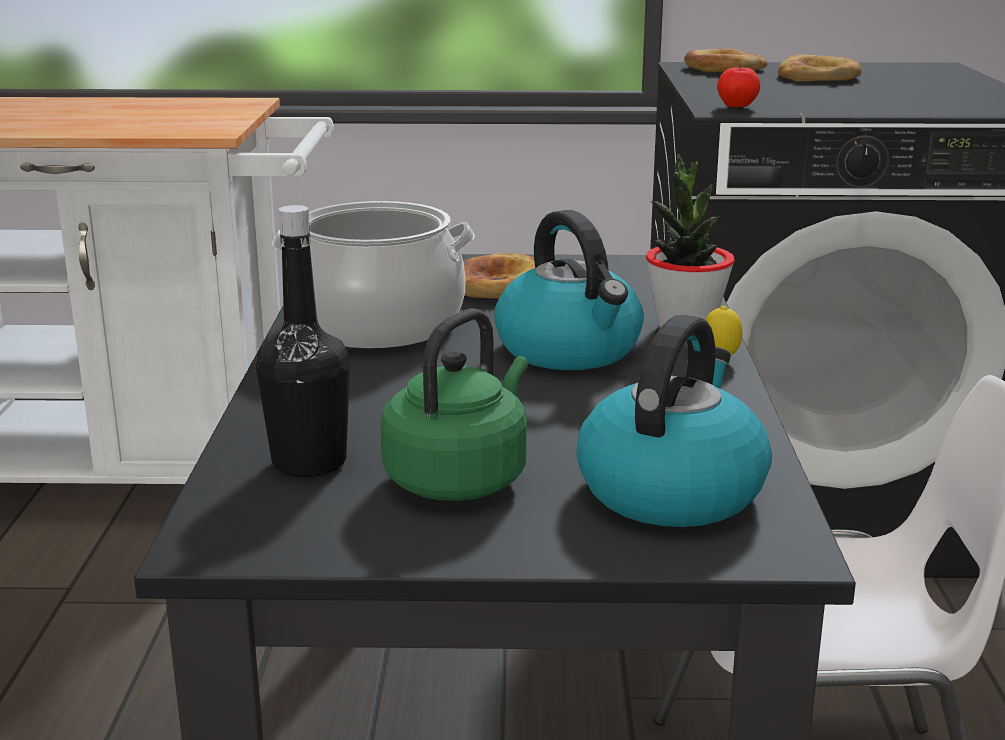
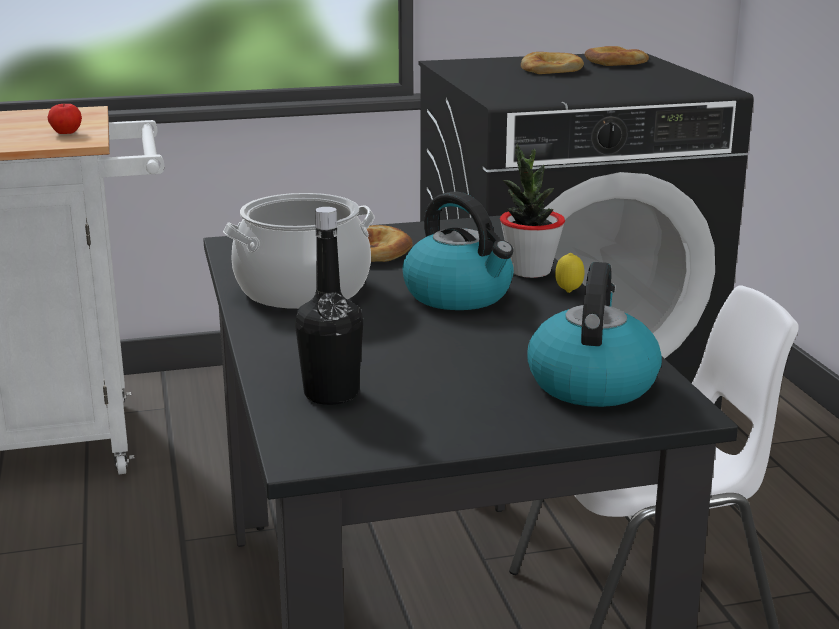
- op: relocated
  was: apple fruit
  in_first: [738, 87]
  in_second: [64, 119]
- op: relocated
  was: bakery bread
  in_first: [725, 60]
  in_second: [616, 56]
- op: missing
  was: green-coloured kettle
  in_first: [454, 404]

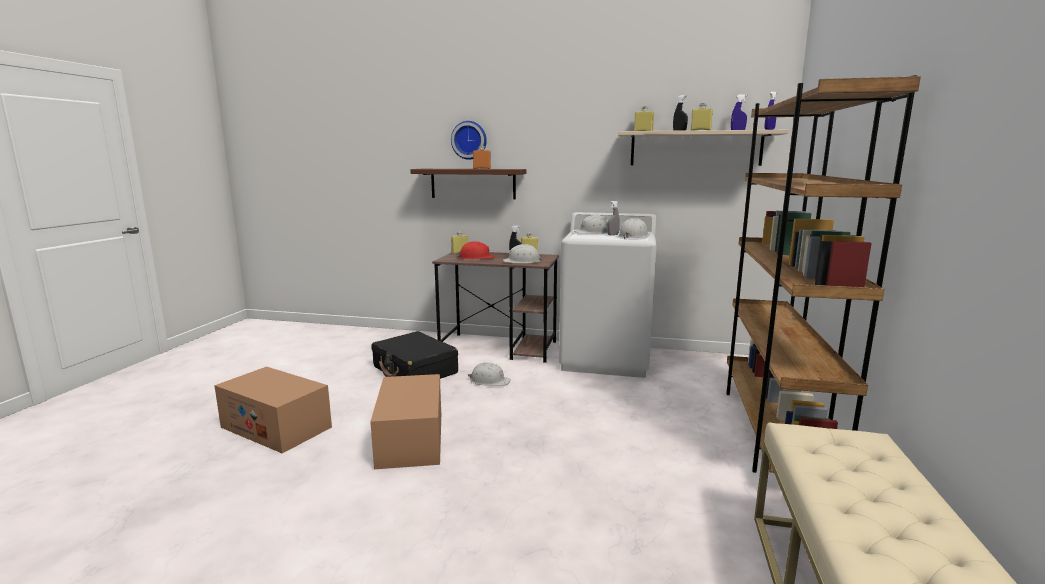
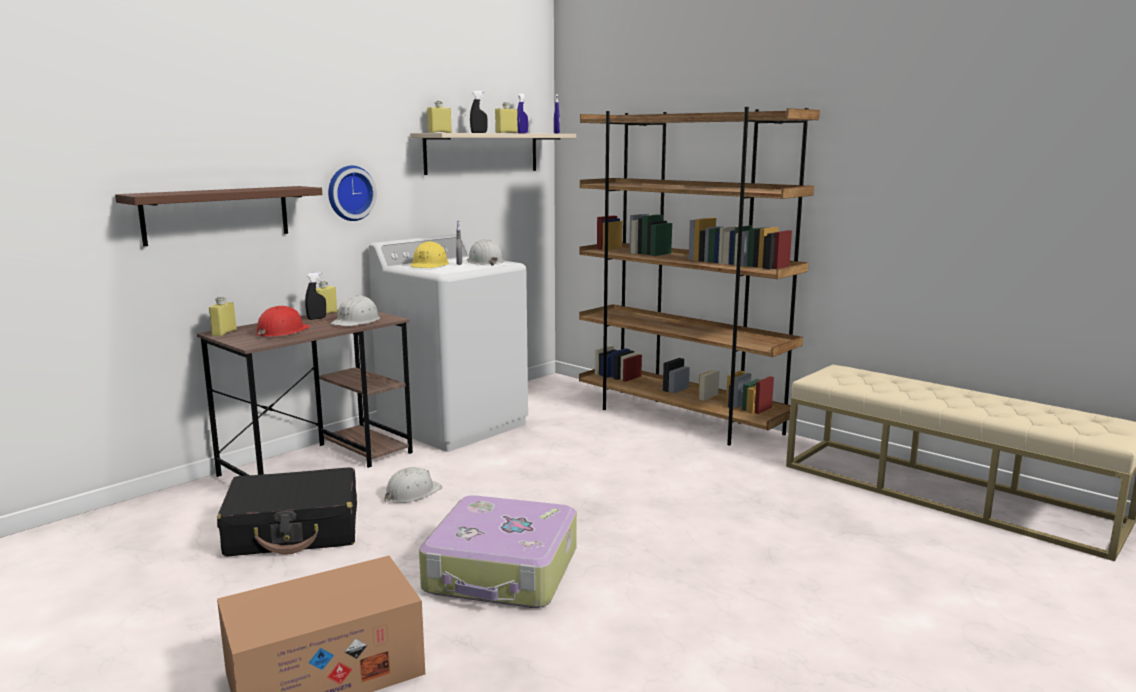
- op: relocated
  was: wall clock
  in_first: [469, 140]
  in_second: [352, 193]
- op: colour
  was: white work helmet
  now: yellowish work helmet
  in_first: [591, 224]
  in_second: [430, 254]
- op: exchanged
  was: cardboard box
  now: travel case
  in_first: [405, 421]
  in_second: [498, 551]
- op: missing
  was: orange-coloured drink bottle
  in_first: [482, 157]

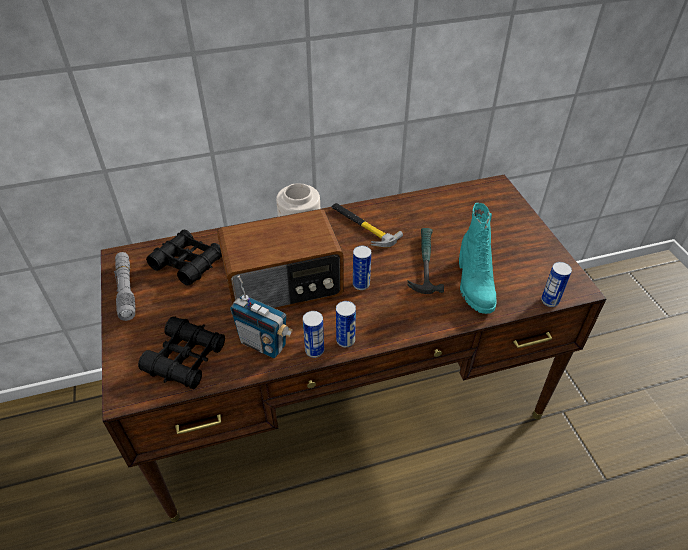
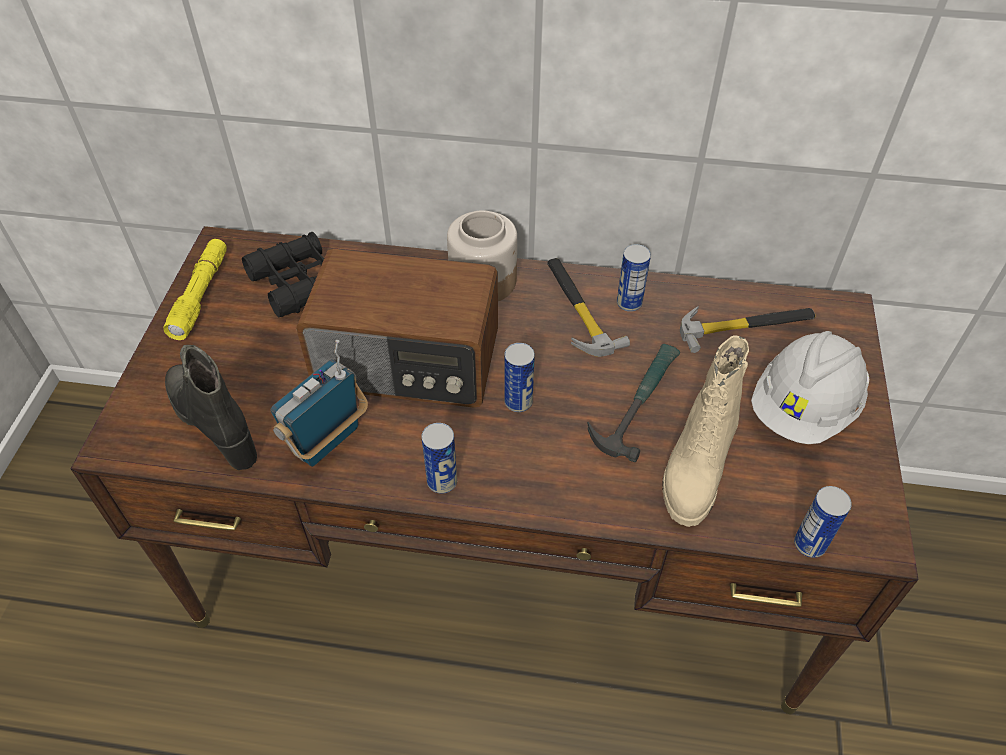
- op: colour
  was: grey hand torch
  now: yellowish hand torch
  in_first: [125, 286]
  in_second: [195, 289]
- op: exchanged
  was: black-coloured field glasses
  now: black-coloured high-top boot
  in_first: [181, 353]
  in_second: [211, 407]
- op: spun
  was: radio set
  in_first: [261, 316]
  in_second: [319, 403]
  clockwise: 75
- op: relocated
  was: sealed can
  in_first: [313, 334]
  in_second: [634, 278]
- op: colour
  was: blue-green high-top boot
  now: beige-coloured high-top boot
  in_first: [477, 258]
  in_second: [705, 431]
- op: appeared
  now: hand hammer
  in_second: [747, 329]
- op: appeared
  now: white work helmet
  in_second: [810, 387]

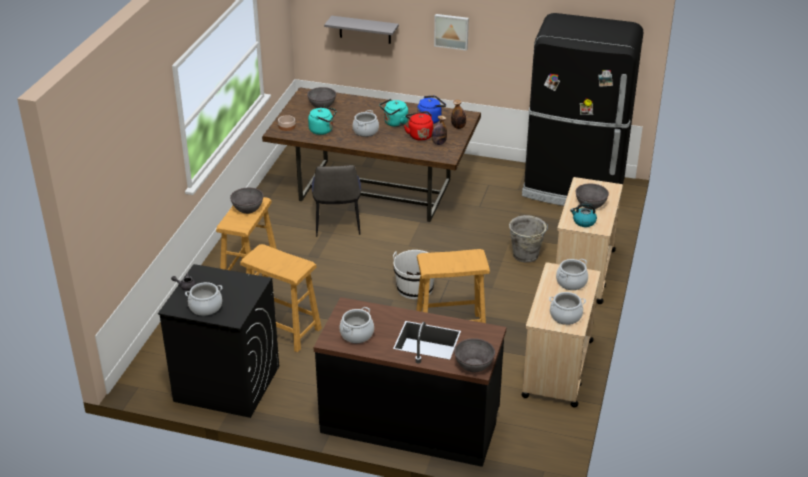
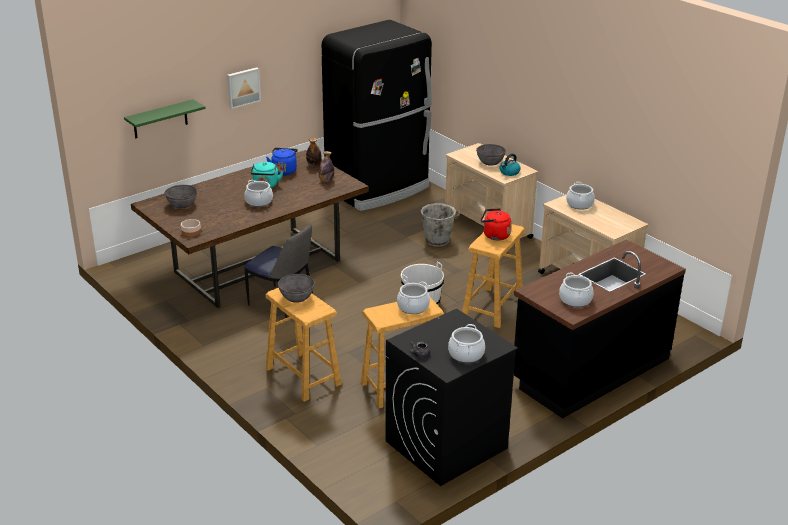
- op: colour
  was: grey bracket shelf
  now: green-coloured bracket shelf
  in_first: [361, 30]
  in_second: [165, 118]
- op: relocated
  was: cooking pot
  in_first: [567, 308]
  in_second: [413, 298]
- op: relocated
  was: red kettle
  in_first: [418, 126]
  in_second: [496, 224]
- op: missing
  was: blue-green kettle
  in_first: [322, 120]
- op: missing
  was: grey serving bowl
  in_first: [474, 355]

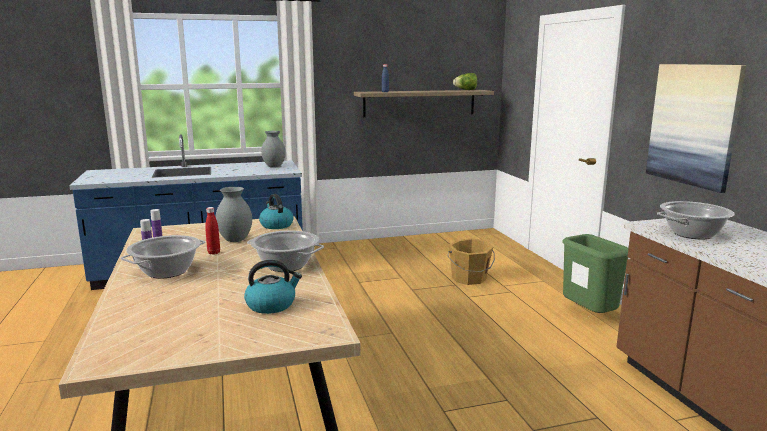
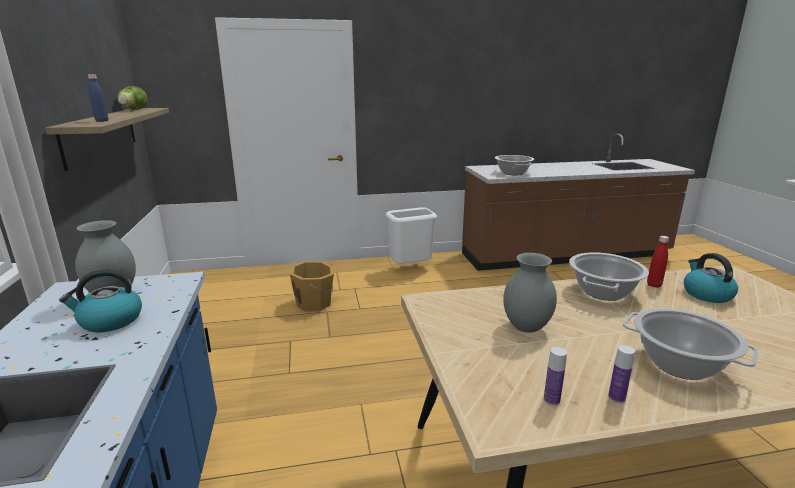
- op: relocated
  was: kettle
  in_first: [276, 211]
  in_second: [100, 300]
- op: colour
  was: green-coloured rubbish bin
  now: white rubbish bin
  in_first: [595, 273]
  in_second: [411, 235]
- op: relocated
  was: red drink bottle
  in_first: [212, 230]
  in_second: [658, 262]
- op: missing
  was: picture
  in_first: [696, 128]

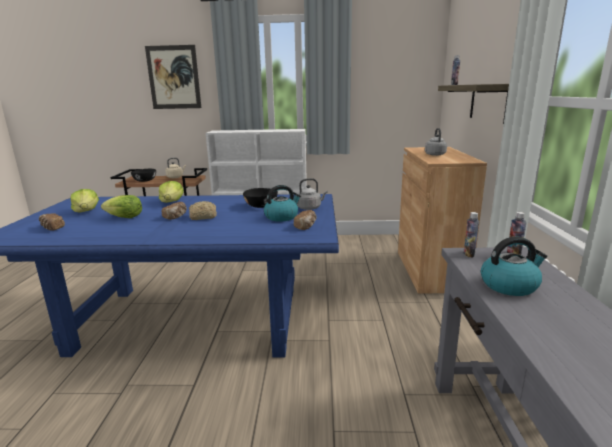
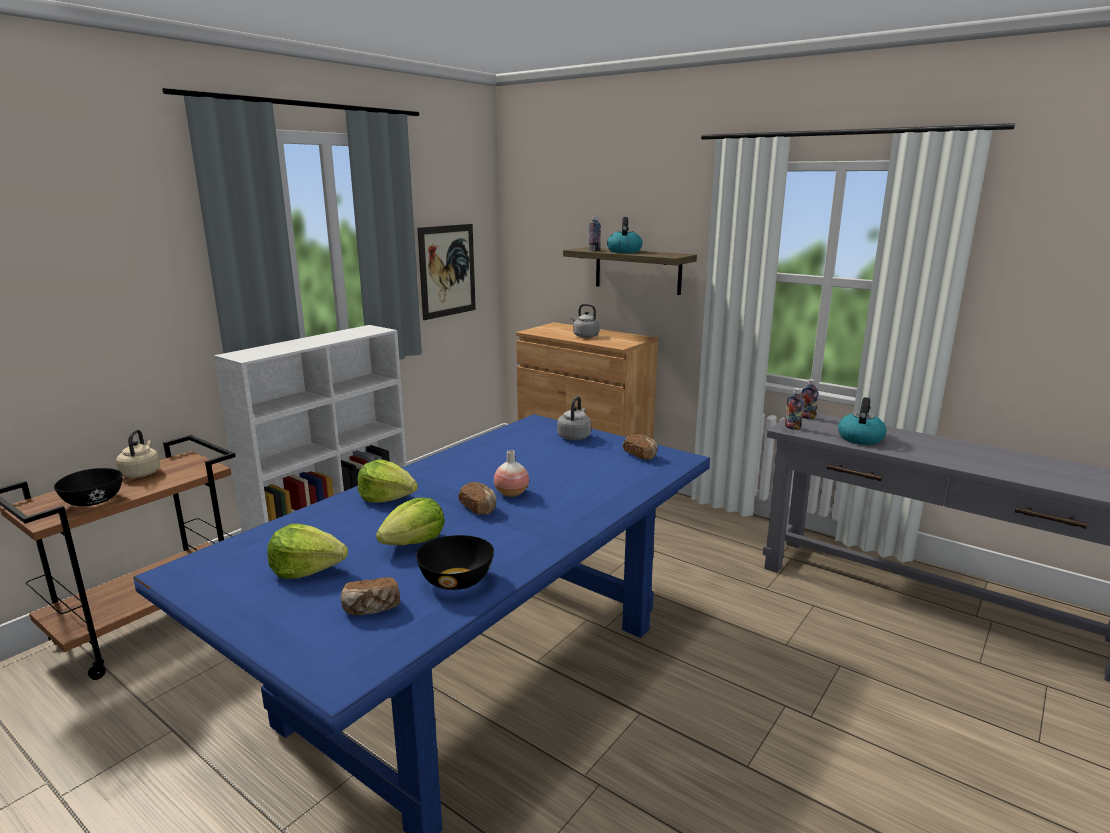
- op: relocated
  was: black-coloured serving bowl
  in_first: [260, 198]
  in_second: [455, 562]
- op: relocated
  was: picture
  in_first: [173, 77]
  in_second: [446, 272]
- op: exchanged
  was: bakery bread
  now: decorative vase
  in_first: [203, 210]
  in_second: [511, 473]
- op: relocated
  was: kettle
  in_first: [282, 203]
  in_second: [624, 235]

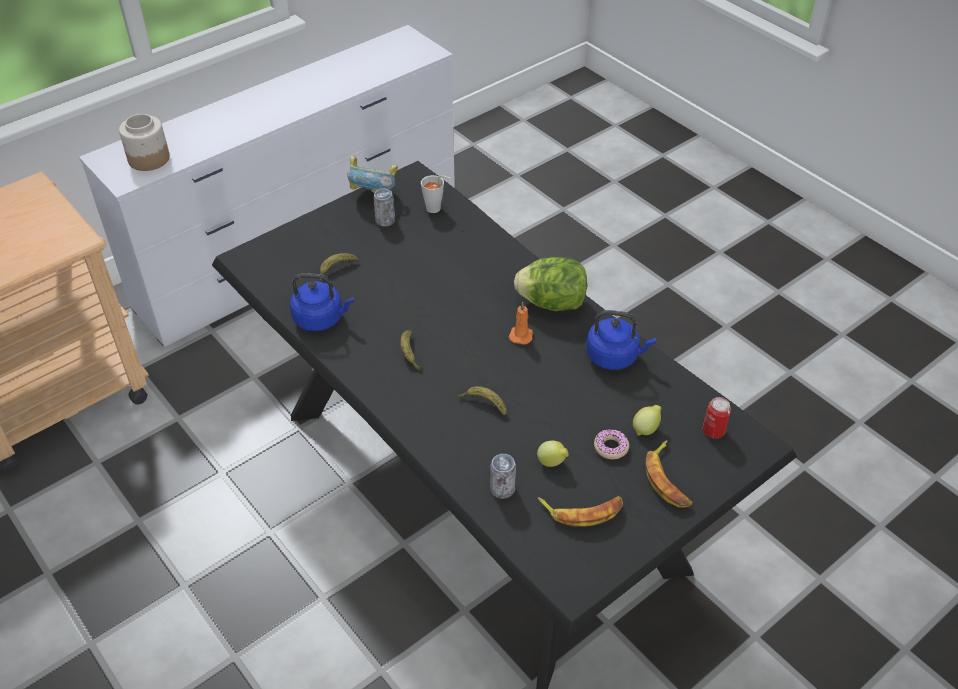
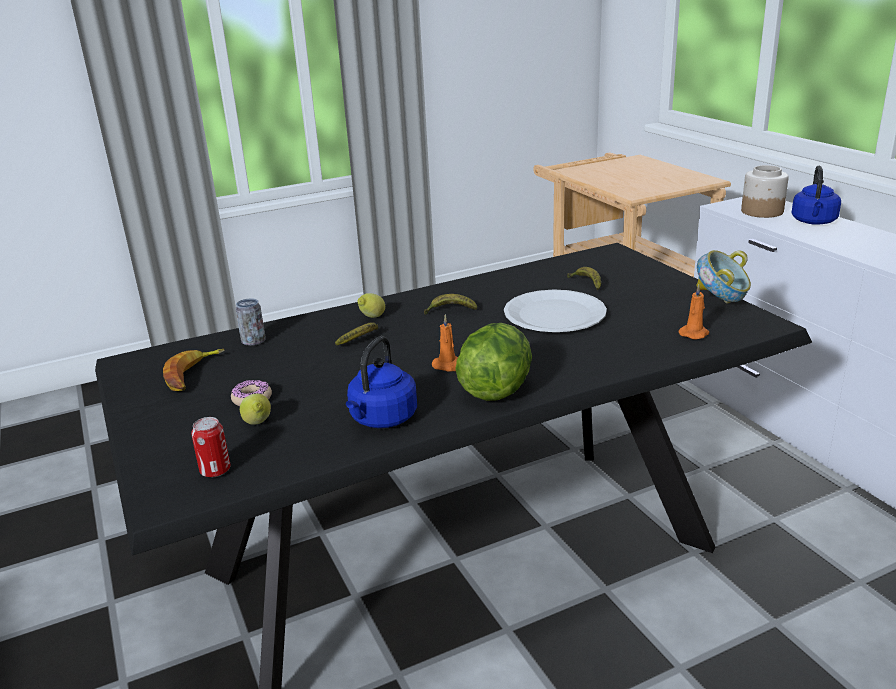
- op: relocated
  was: citrus fruit
  in_first: [553, 454]
  in_second: [371, 305]
- op: appeared
  now: white plate
  in_second: [555, 311]
- op: exchanged
  was: grey cup
  now: orange-coloured wax light
  in_first: [436, 194]
  in_second: [694, 312]
- op: relocated
  was: bluish kettle
  in_first: [322, 302]
  in_second: [816, 195]
- op: missing
  was: sealed can
  in_first: [384, 207]
- op: missing
  was: banana
  in_first: [669, 474]

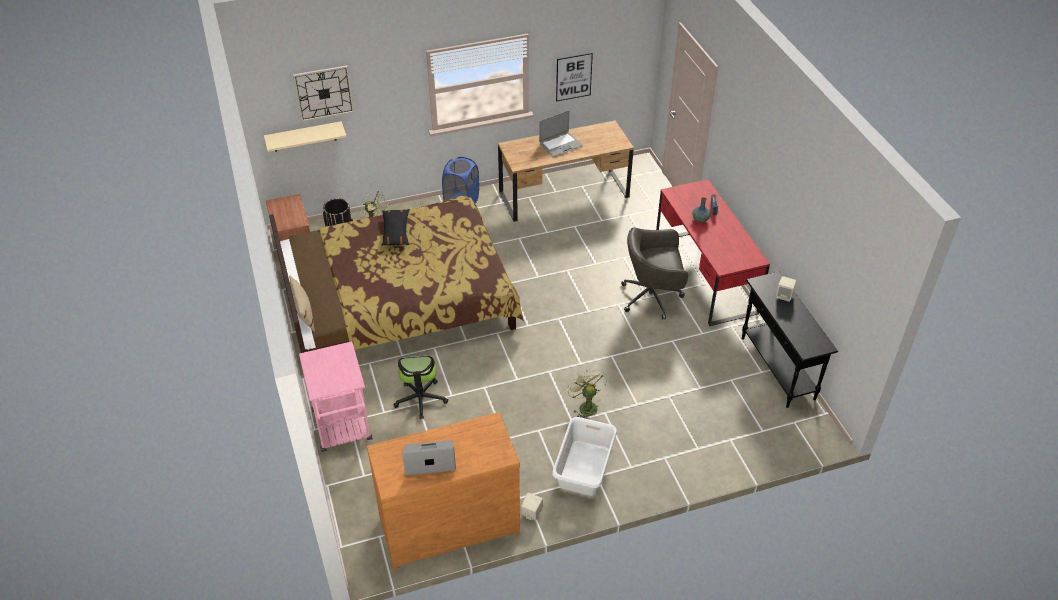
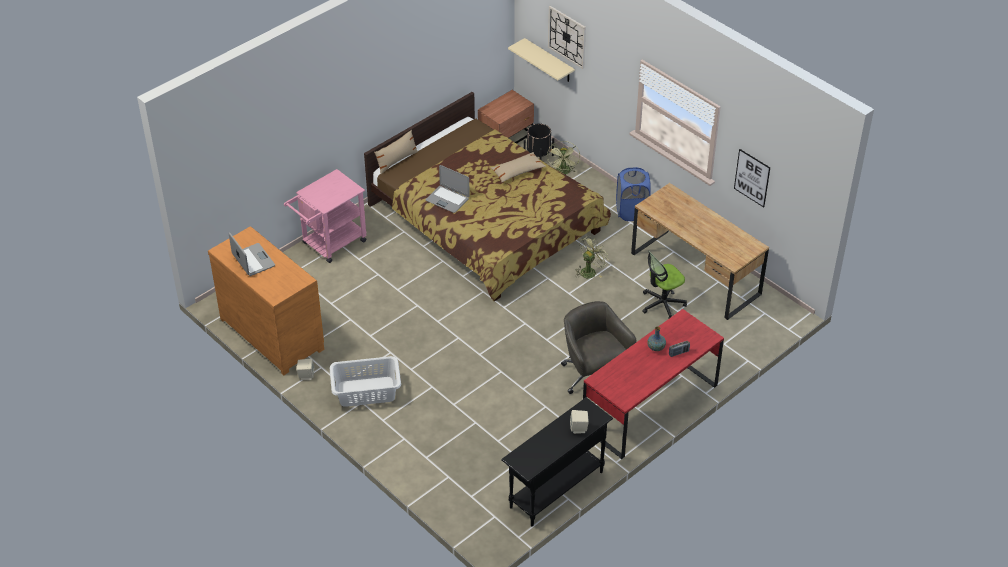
- op: relocated
  was: laptop
  in_first: [561, 133]
  in_second: [447, 189]
- op: colour
  was: black-coloured throw pillow
  now: beige-coloured throw pillow
  in_first: [395, 227]
  in_second: [518, 167]
- op: relocated
  was: green-coloured cooling fan
  in_first: [587, 394]
  in_second: [592, 258]
- op: relocated
  was: computer chair
  in_first: [420, 387]
  in_second: [664, 284]

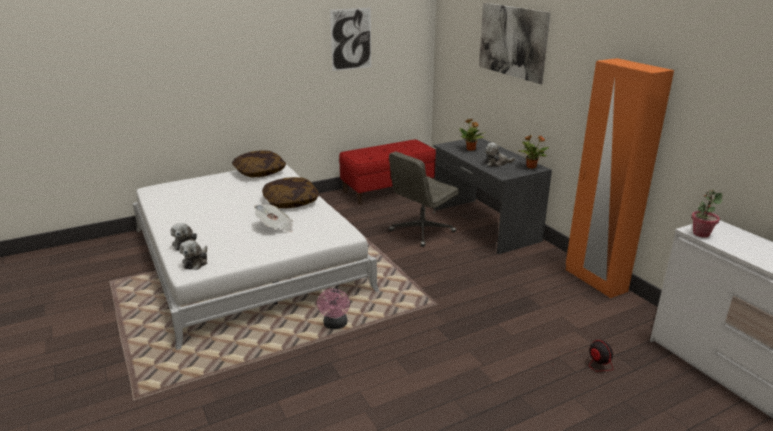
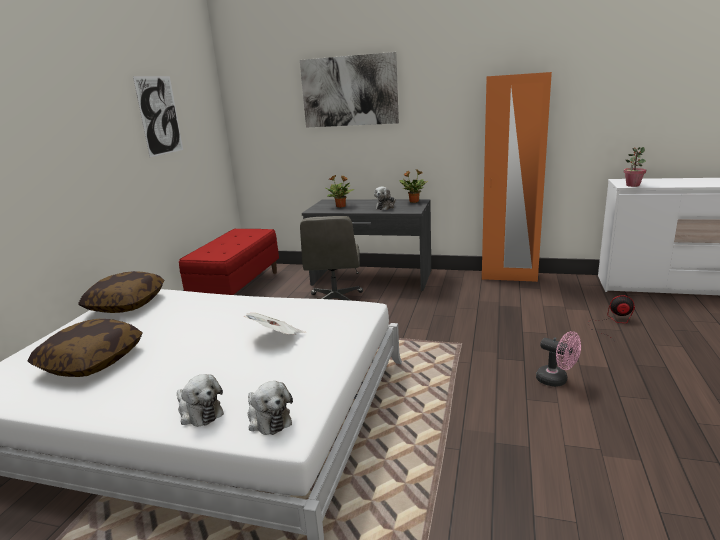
- op: relocated
  was: throw pillow
  in_first: [290, 192]
  in_second: [85, 348]
- op: relocated
  was: pink-coloured cooling fan
  in_first: [333, 308]
  in_second: [558, 359]

